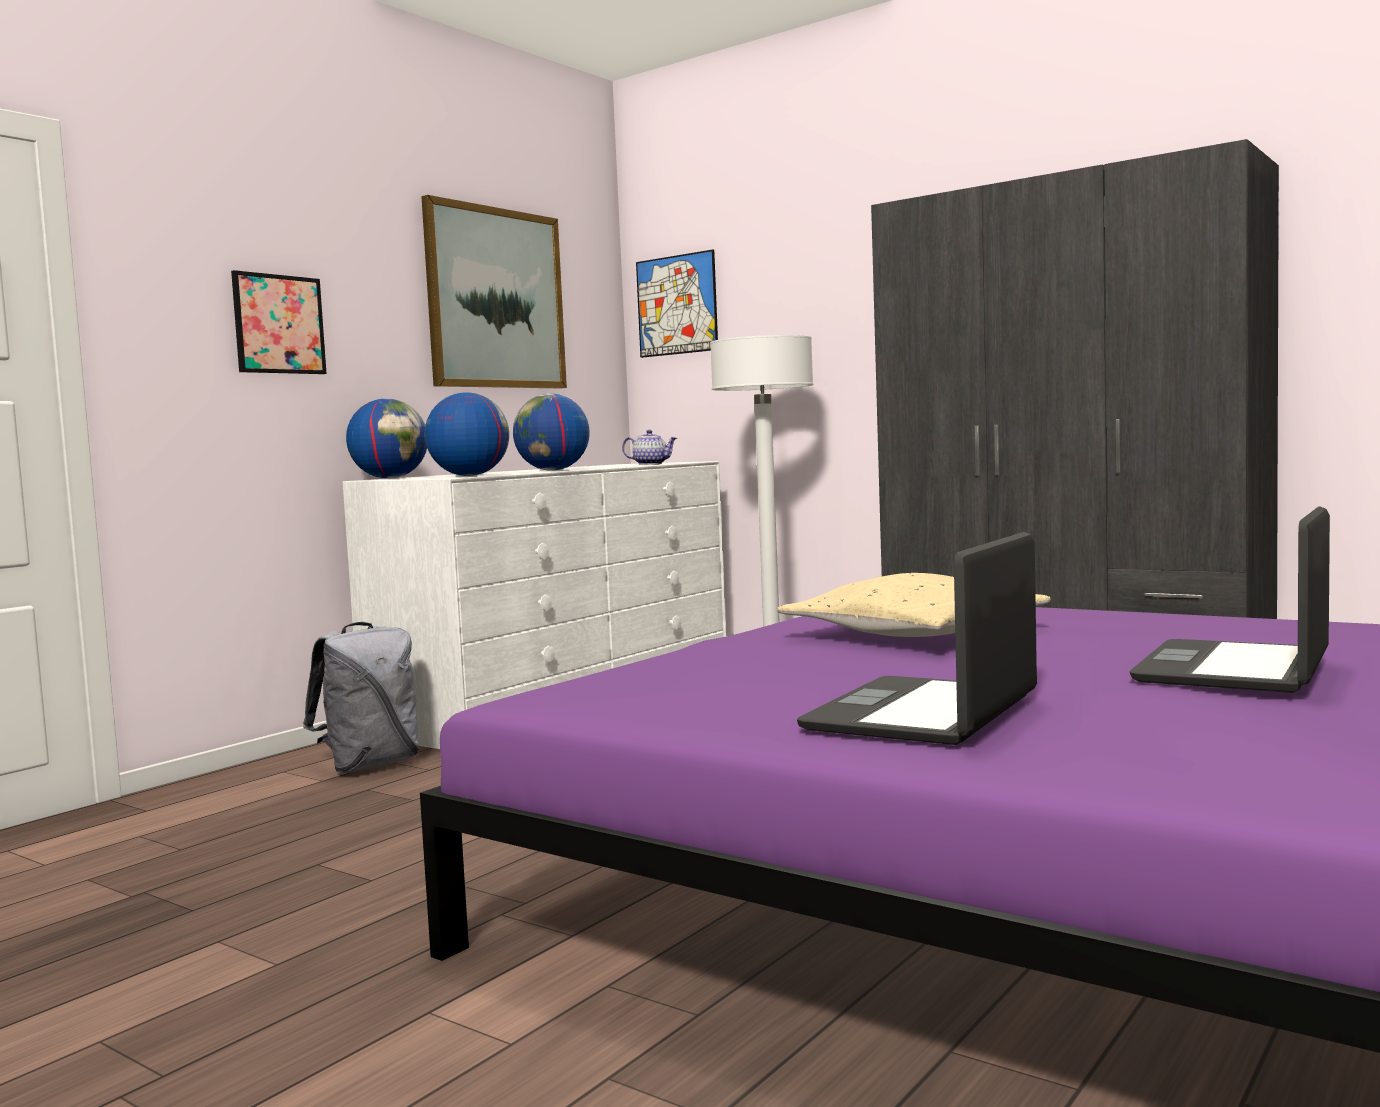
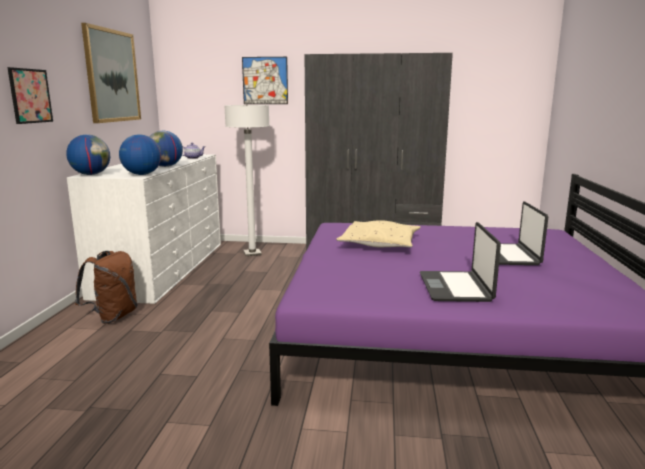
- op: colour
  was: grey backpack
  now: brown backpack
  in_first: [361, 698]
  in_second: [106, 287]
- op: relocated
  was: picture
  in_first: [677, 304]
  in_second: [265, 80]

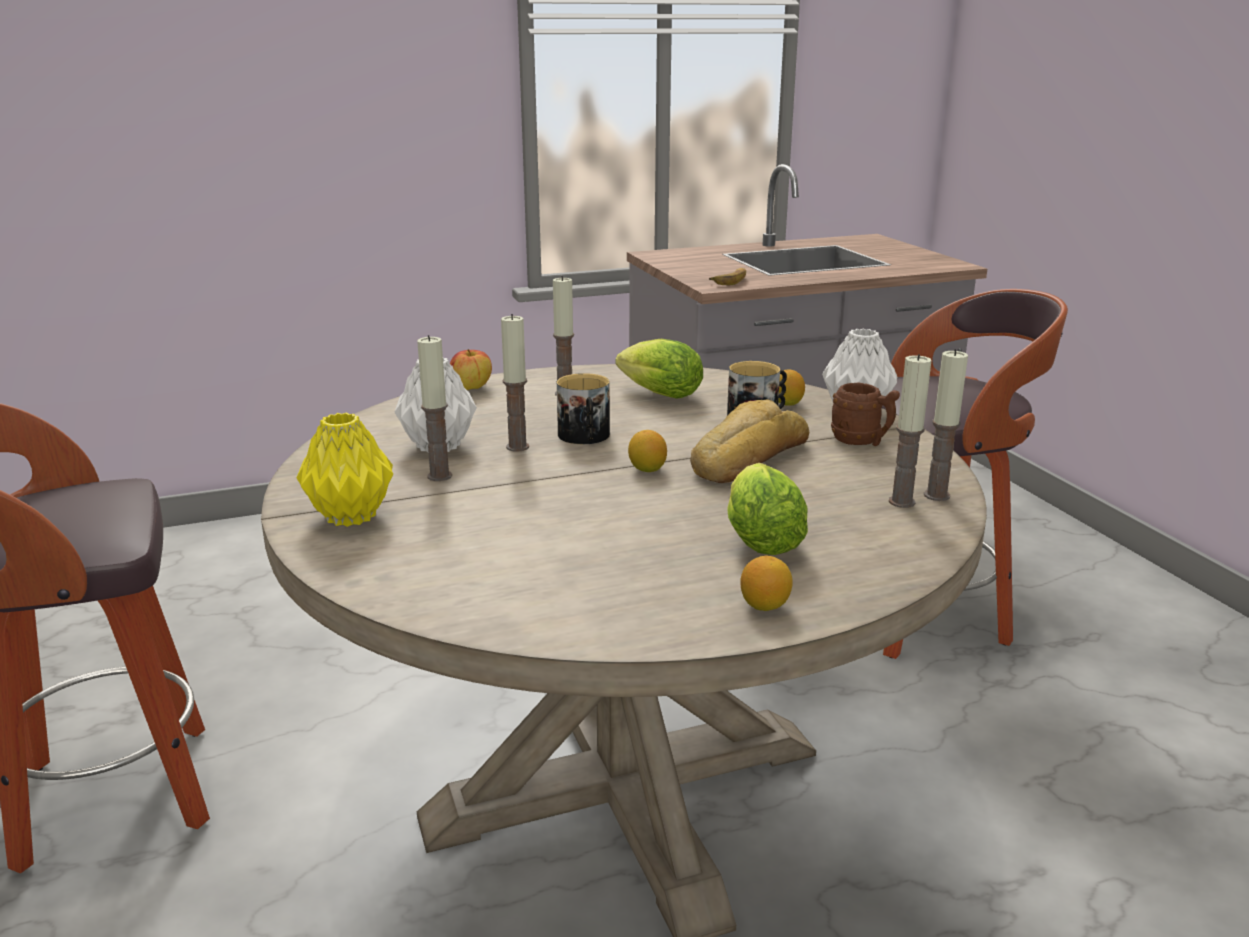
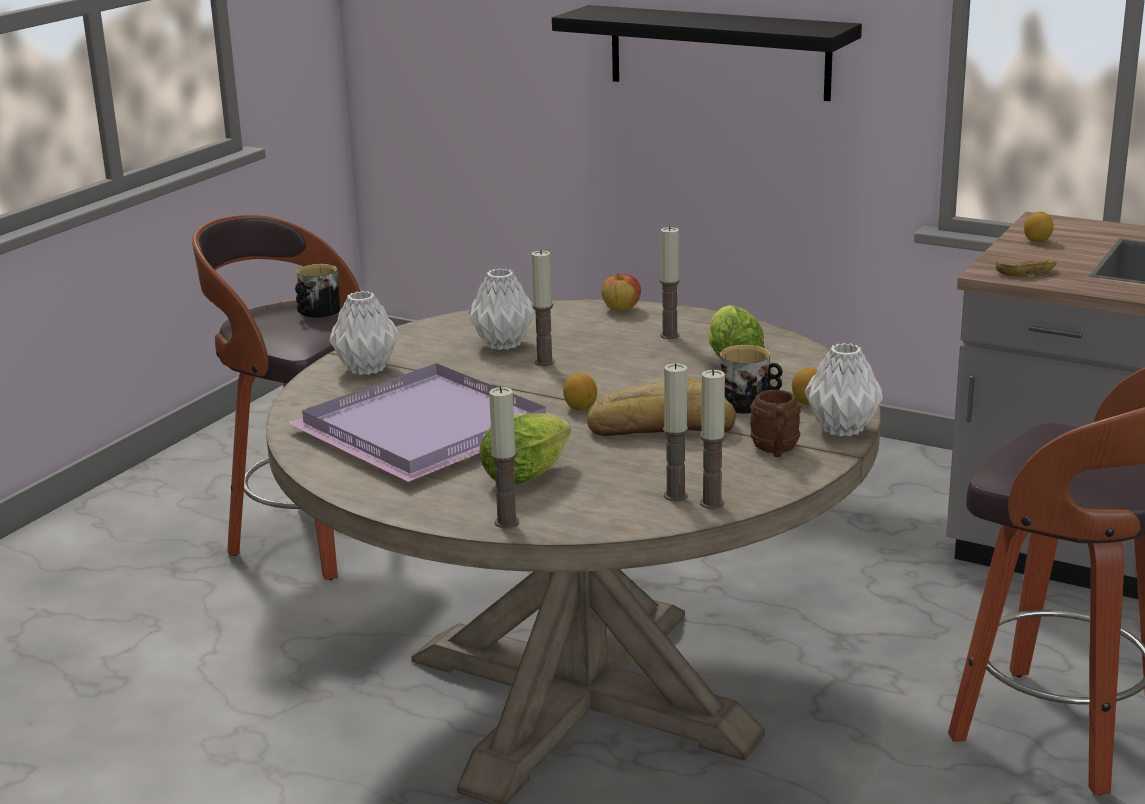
- op: appeared
  now: purple tray
  in_second: [425, 422]
- op: relocated
  was: mug
  in_first: [583, 408]
  in_second: [318, 291]
- op: colour
  was: yellowish decorative vase
  now: white decorative vase
  in_first: [345, 469]
  in_second: [364, 333]
- op: relocated
  was: wax light
  in_first: [434, 408]
  in_second: [504, 458]
- op: appeared
  now: black-coloured bracket shelf
  in_second: [707, 53]
- op: relocated
  was: citrus fruit
  in_first: [766, 583]
  in_second: [1039, 226]

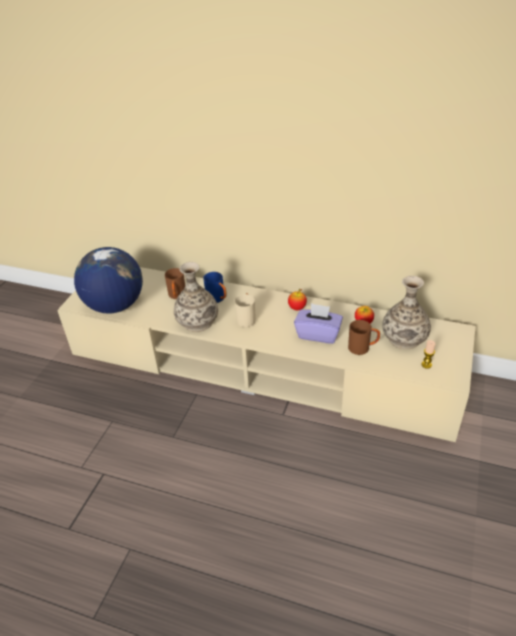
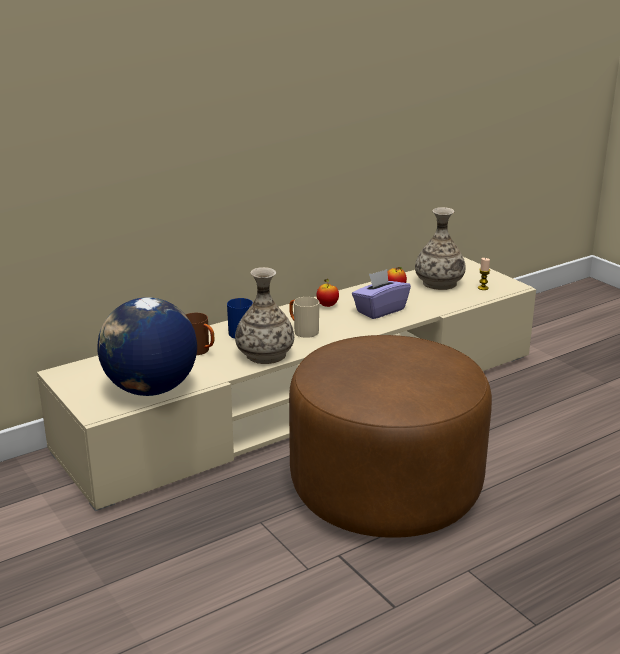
- op: appeared
  now: brown pouffe
  in_second: [390, 436]
- op: missing
  was: brown mug
  in_first: [364, 337]

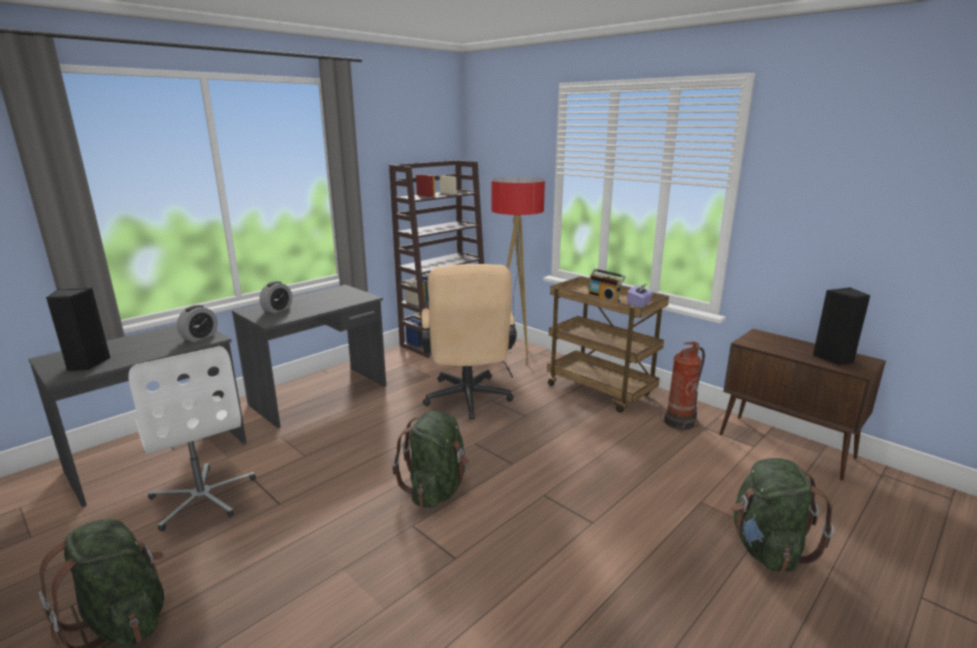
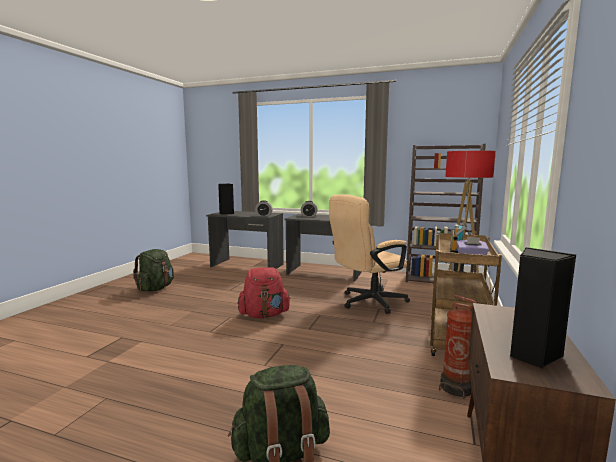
- op: colour
  was: green-coloured backpack
  now: red backpack
  in_first: [430, 459]
  in_second: [264, 292]
- op: missing
  was: white computer chair
  in_first: [192, 438]

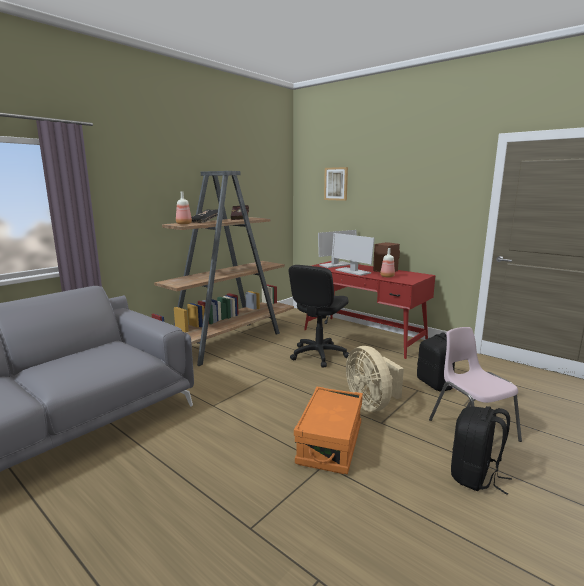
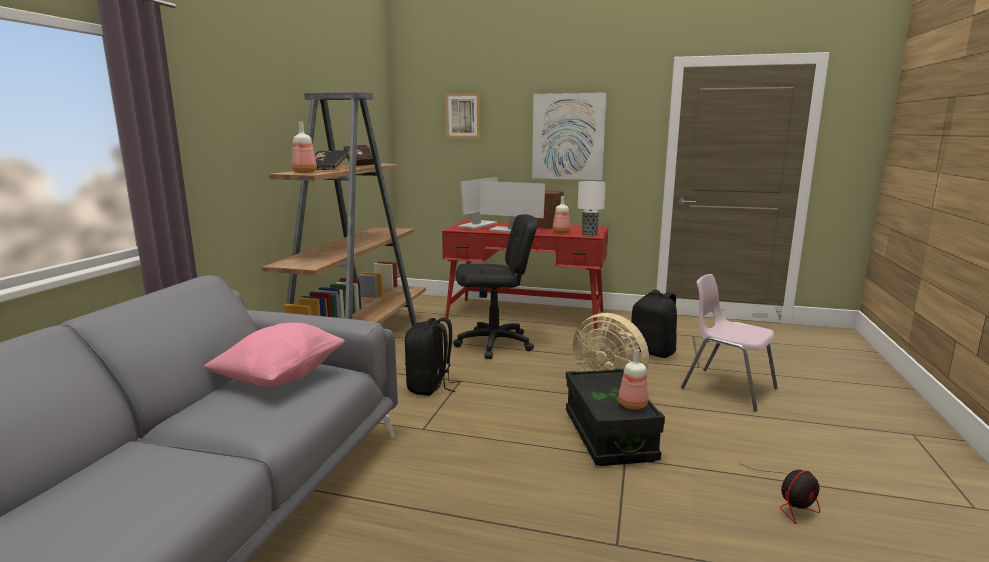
- op: appeared
  now: pink-coloured throw pillow
  in_second: [274, 354]
- op: relocated
  was: black-coloured backpack
  in_first: [481, 450]
  in_second: [433, 356]
- op: spun
  was: black-coloured computer chair
  in_first: [319, 316]
  in_second: [495, 286]
  clockwise: -105
- op: appeared
  now: picture
  in_second: [569, 136]
- op: colour
  was: orange-coloured storage box
  now: black-coloured storage box
  in_first: [328, 430]
  in_second: [615, 417]
- op: appeared
  now: tabletop lamp
  in_second: [591, 208]
- op: appeared
  now: drink bottle
  in_second: [633, 379]
- op: appeared
  now: cooling fan
  in_second: [779, 493]

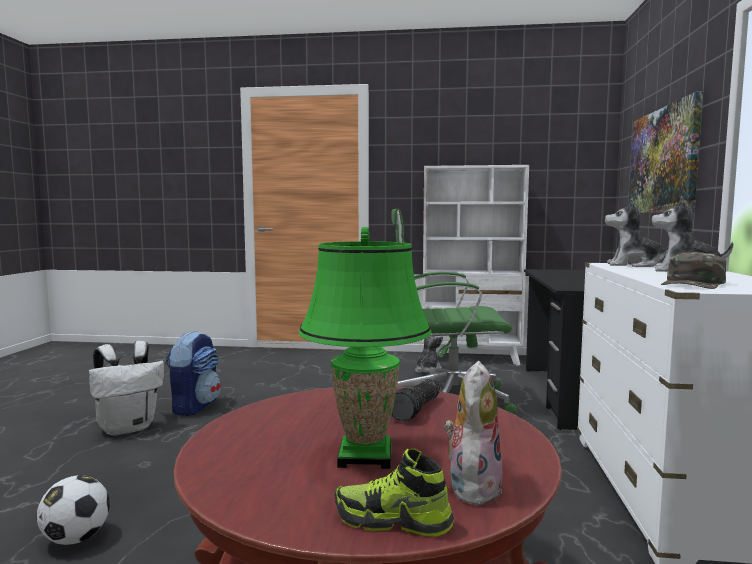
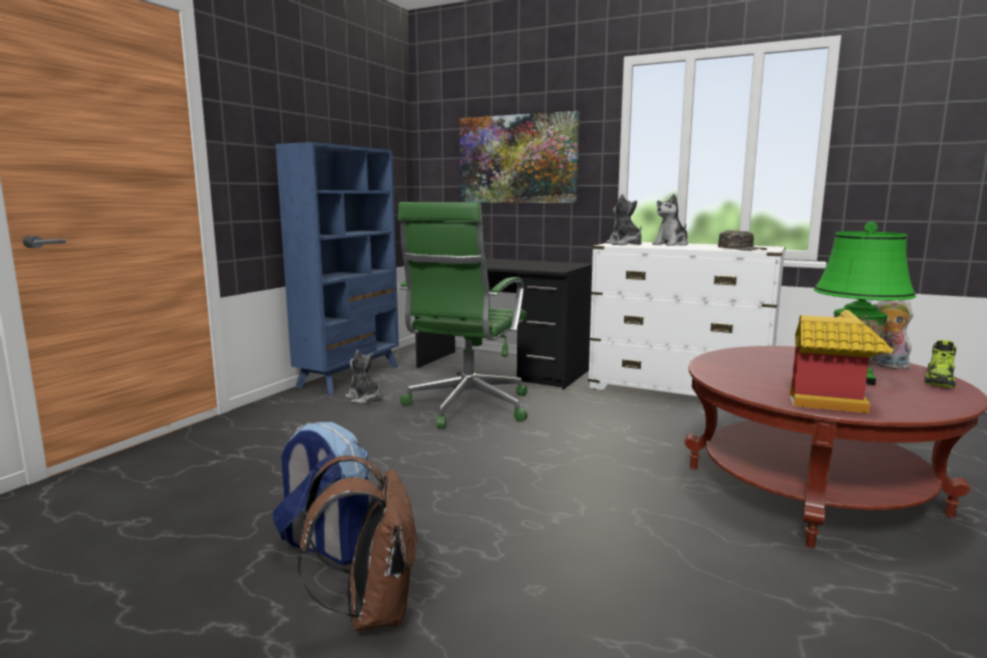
- op: colour
  was: white shelving unit
  now: bluish shelving unit
  in_first: [475, 265]
  in_second: [337, 268]
- op: colour
  was: white backpack
  now: brown backpack
  in_first: [126, 388]
  in_second: [357, 543]
- op: spun
  was: plush toy
  in_first: [637, 232]
  in_second: [624, 219]
  clockwise: 120
- op: appeared
  now: model house
  in_second: [841, 361]
- op: missing
  was: ball for football
  in_first: [73, 510]
- op: missing
  was: hand torch
  in_first: [415, 400]

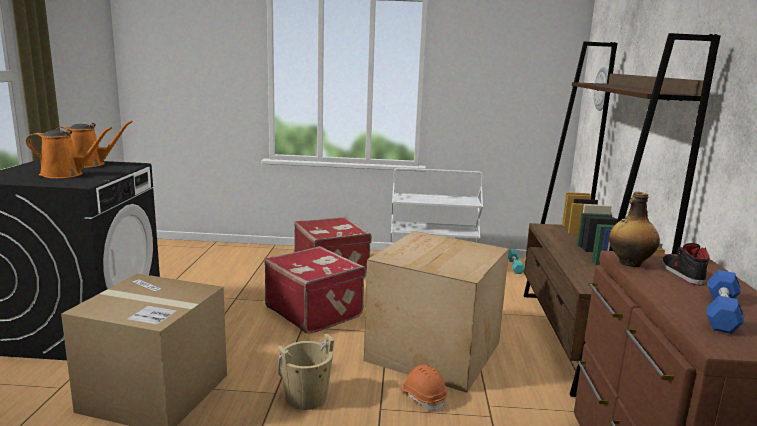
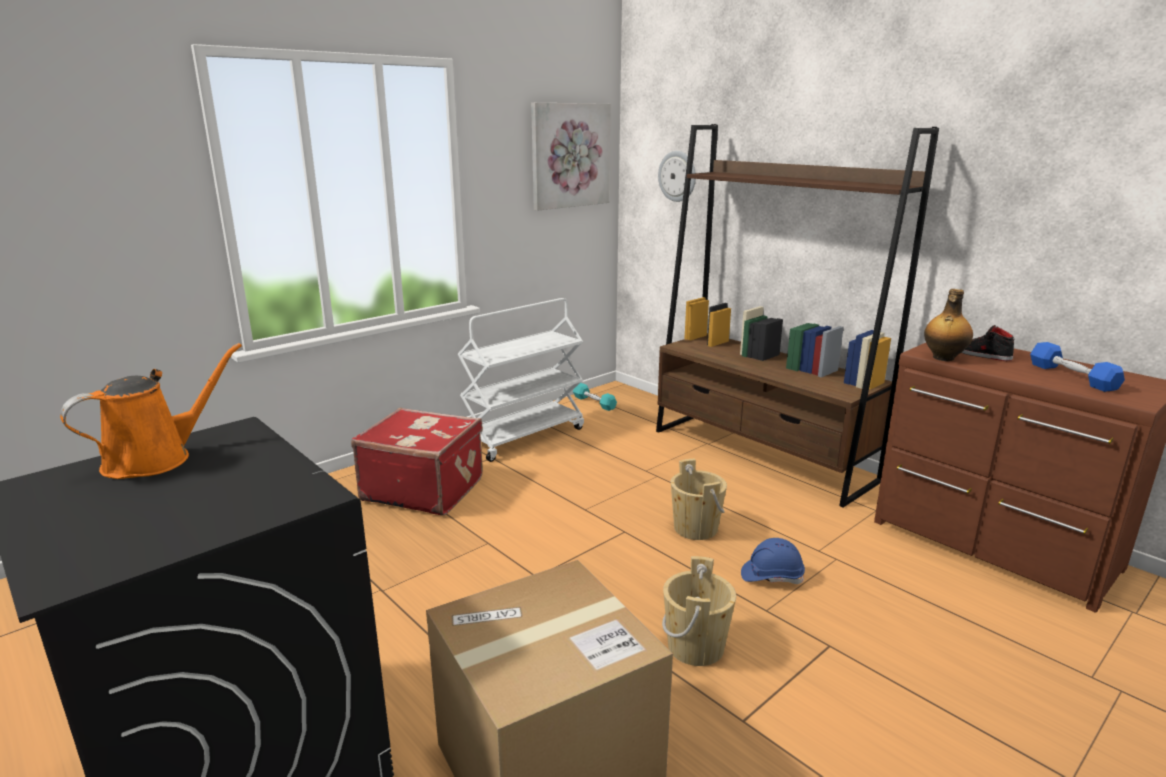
- op: appeared
  now: picture
  in_second: [571, 157]
- op: exchanged
  was: cardboard box
  now: beige-coloured water bucket
  in_first: [436, 312]
  in_second: [699, 499]
- op: colour
  was: orange-coloured work helmet
  now: bluish work helmet
  in_first: [423, 388]
  in_second: [773, 561]
- op: missing
  was: orange-coloured watering pot
  in_first: [69, 152]
- op: missing
  was: red travel case
  in_first: [315, 290]

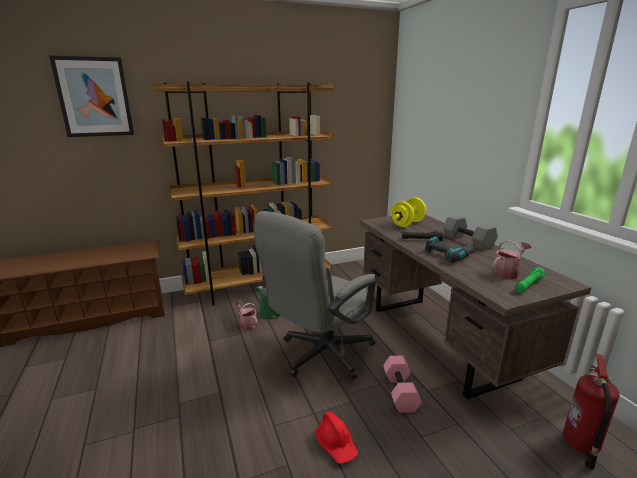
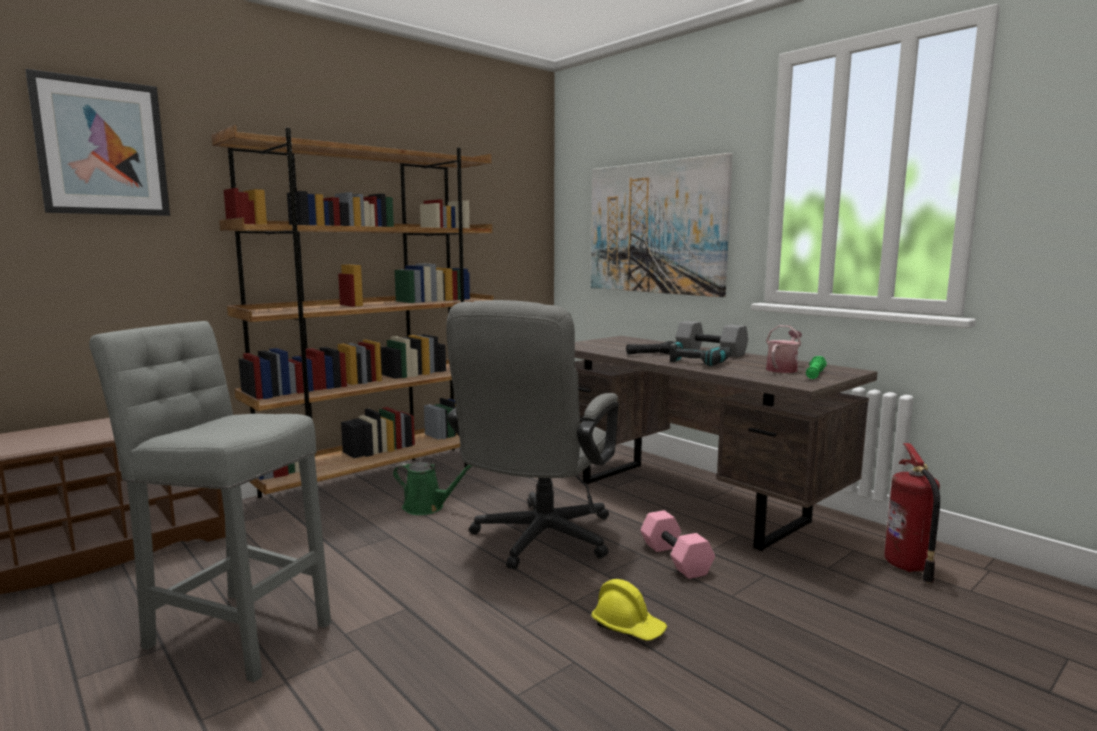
- op: appeared
  now: grey stool seat
  in_second: [210, 501]
- op: appeared
  now: picture
  in_second: [662, 225]
- op: colour
  was: red work helmet
  now: yellowish work helmet
  in_first: [336, 438]
  in_second: [629, 610]
- op: missing
  was: watering pot
  in_first: [246, 315]
- op: missing
  was: yellowish dumbbell
  in_first: [409, 212]

